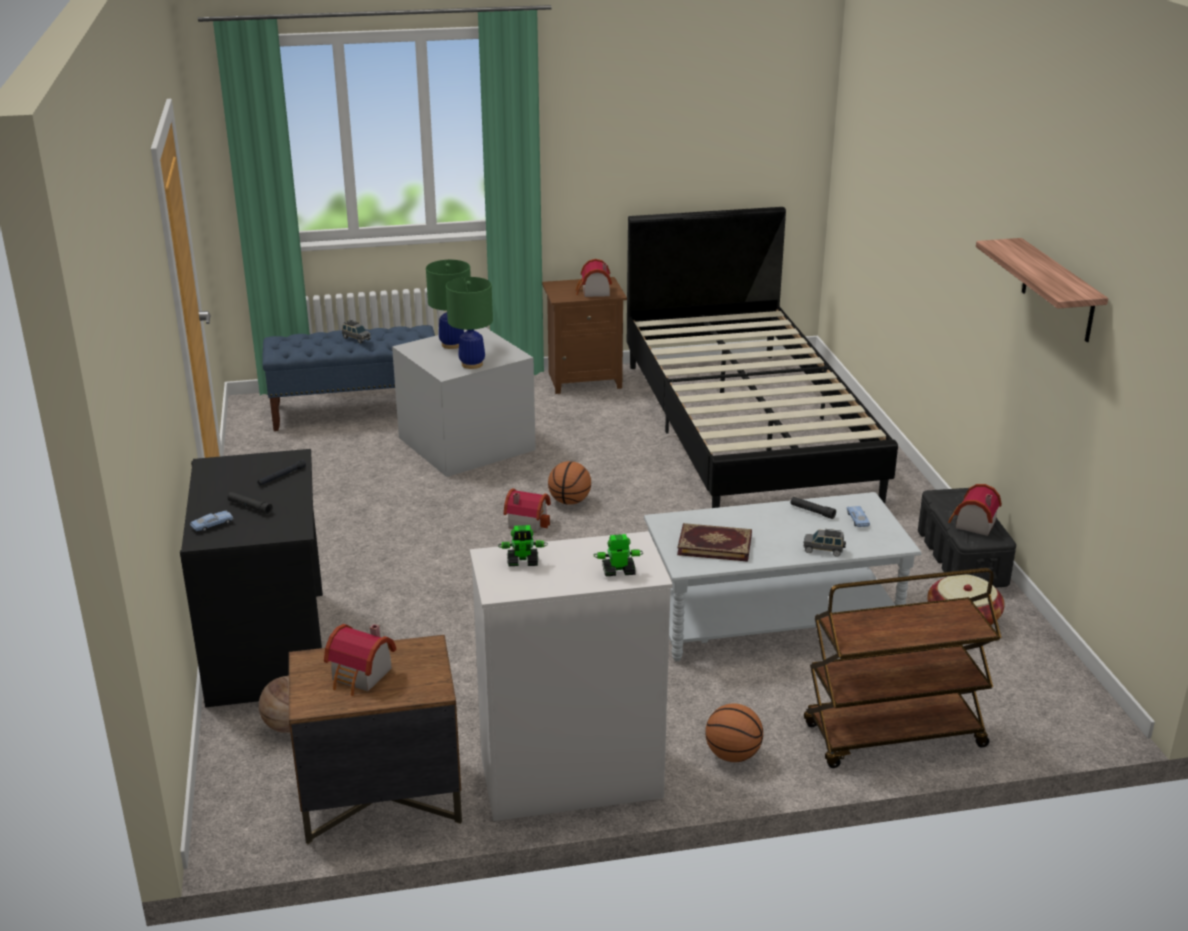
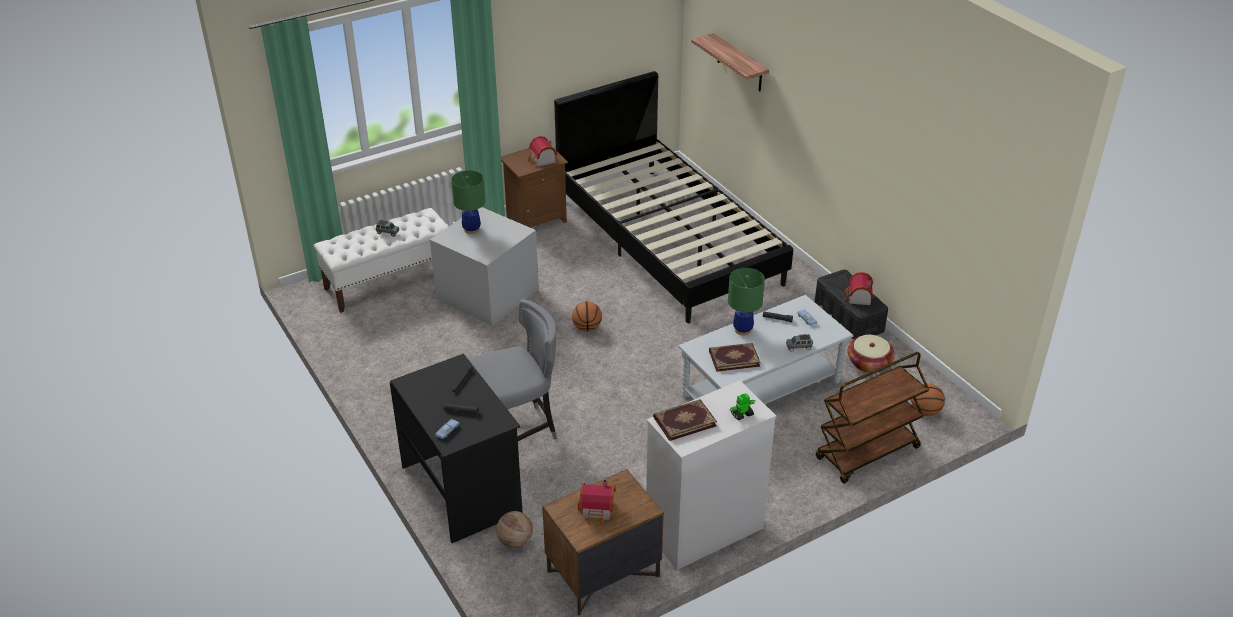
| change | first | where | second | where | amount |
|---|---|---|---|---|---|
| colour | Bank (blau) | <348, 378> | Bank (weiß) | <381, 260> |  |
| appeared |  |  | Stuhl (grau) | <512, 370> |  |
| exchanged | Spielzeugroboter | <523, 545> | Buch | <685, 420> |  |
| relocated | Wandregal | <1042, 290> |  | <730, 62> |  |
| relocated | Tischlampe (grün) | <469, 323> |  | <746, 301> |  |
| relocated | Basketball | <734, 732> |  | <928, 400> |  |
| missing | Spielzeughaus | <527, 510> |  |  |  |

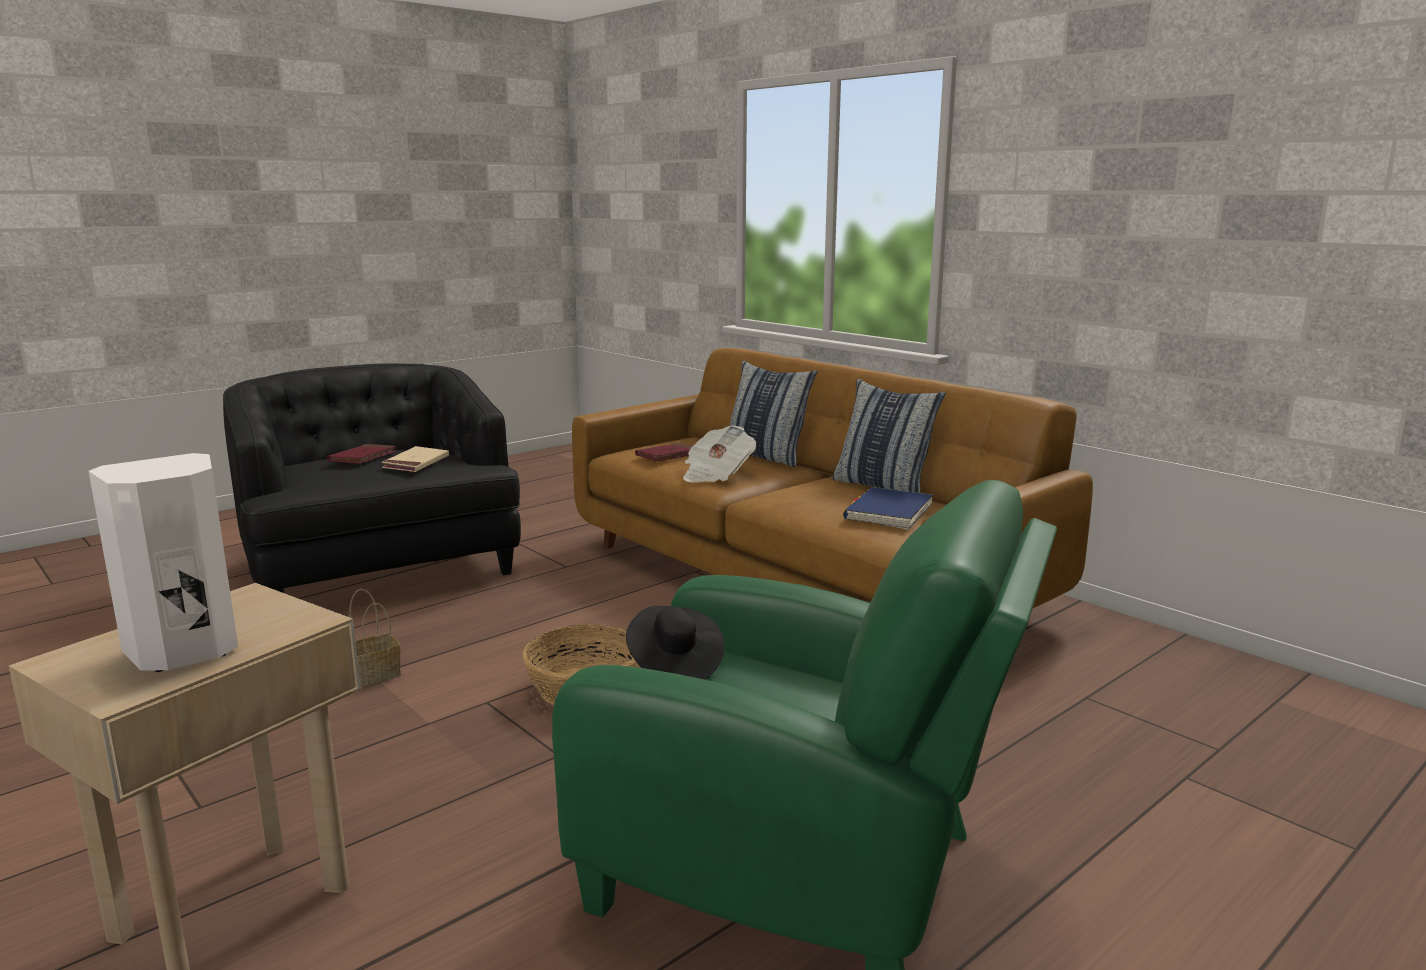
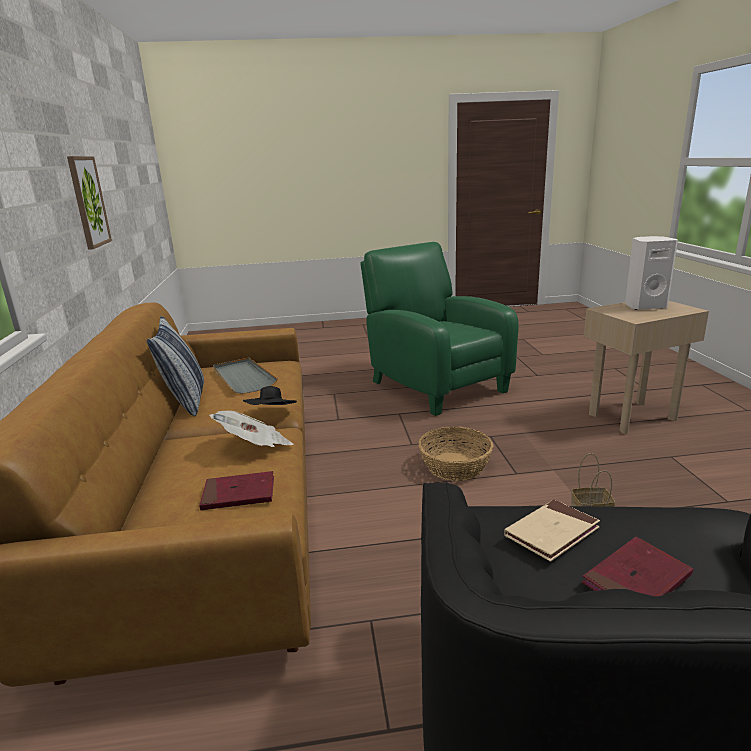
| change | first | where | second | where | amount |
|---|---|---|---|---|---|
| appeared |  |  | Bild | <89, 203> |  |
| exchanged | Buch (blau) | <888, 508> | Tablett (grau) | <245, 376> |  |
| relocated | Hut (schwarz) | <675, 643> |  | <270, 395> |  |
| missing | Kissen | <773, 413> |  |  |  |

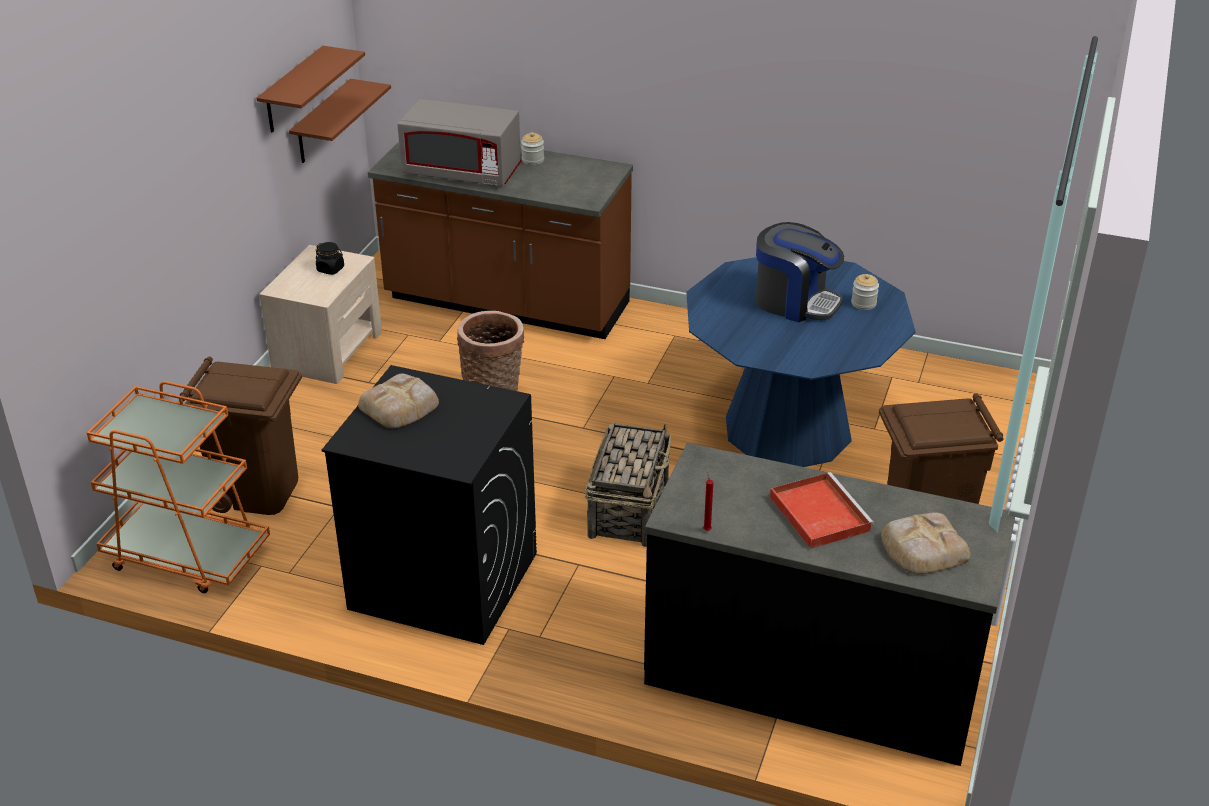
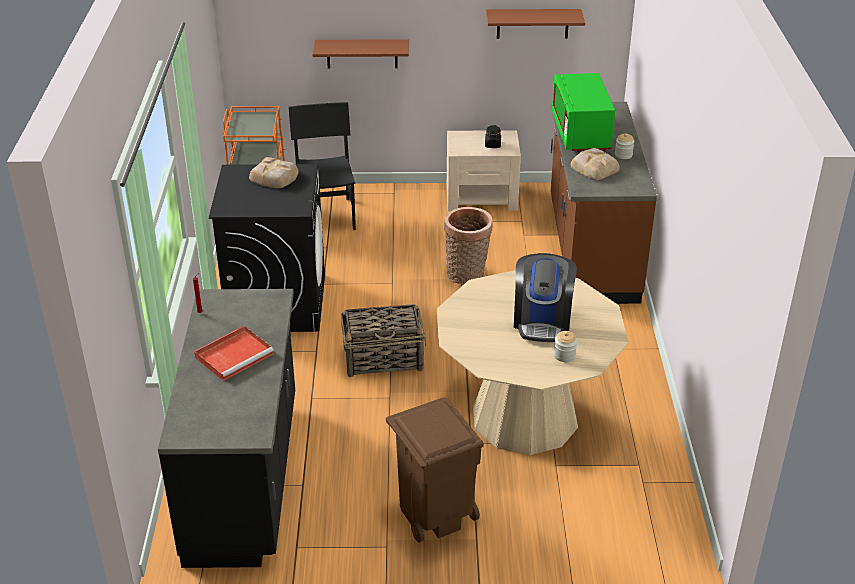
| change | first | where | second | where | amount |
|---|---|---|---|---|---|
| exchanged | Mülleimer (braun) | <241, 435> | Stuhl (schwarz) | <322, 166> |  |
| relocated | Wandregal (braun) | <340, 121> |  | <360, 53> |  |
| colour | Esstisch (blau) | <801, 362> | Esstisch (beige) | <533, 362> |  |
| colour | Mikrowelle (grau) | <459, 142> | Mikrowelle (grün) | <583, 112> |  |
| relocated | Brot | <926, 543> |  | <595, 164> |  |

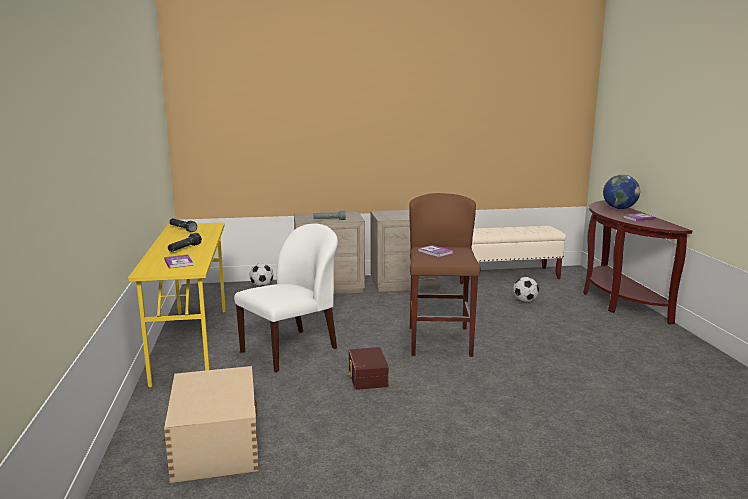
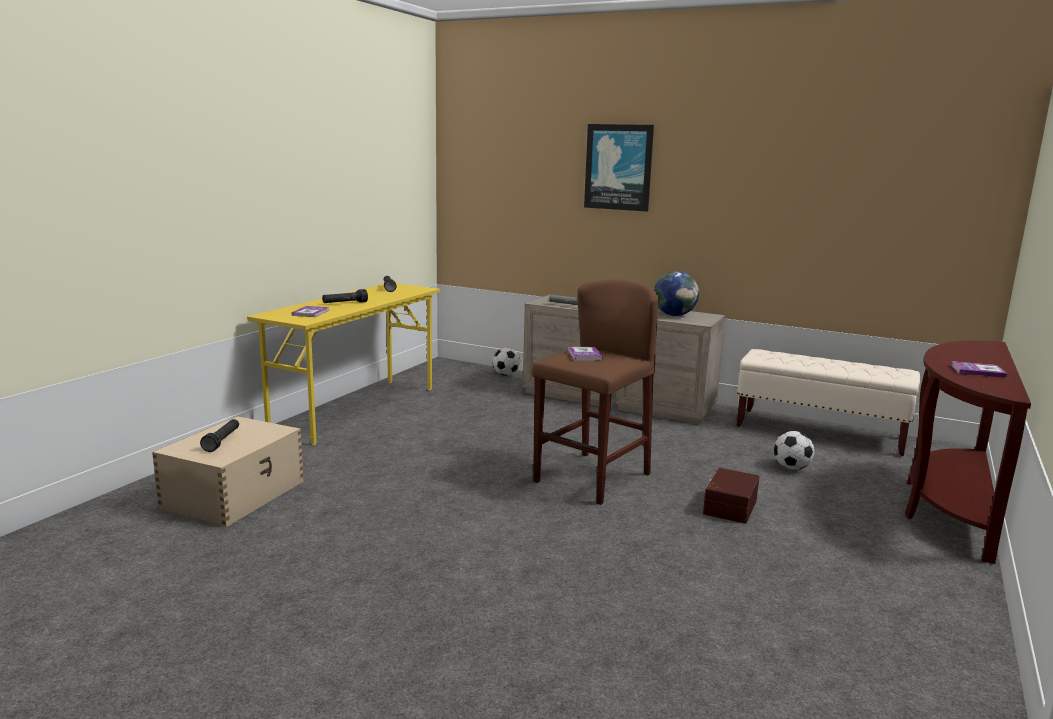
| change | first | where | second | where | amount |
|---|---|---|---|---|---|
| appeared |  |  | Taschenlampe (schwarz) | <219, 435> |  |
| appeared |  |  | Bild | <619, 168> |  |
| relocated | Globus | <621, 192> |  | <676, 293> |  |
| relocated | Aufbewahrungsbox (braun) | <368, 368> |  | <731, 496> |  |
| missing | Stuhl (weiß) | <286, 298> |  |  |  |

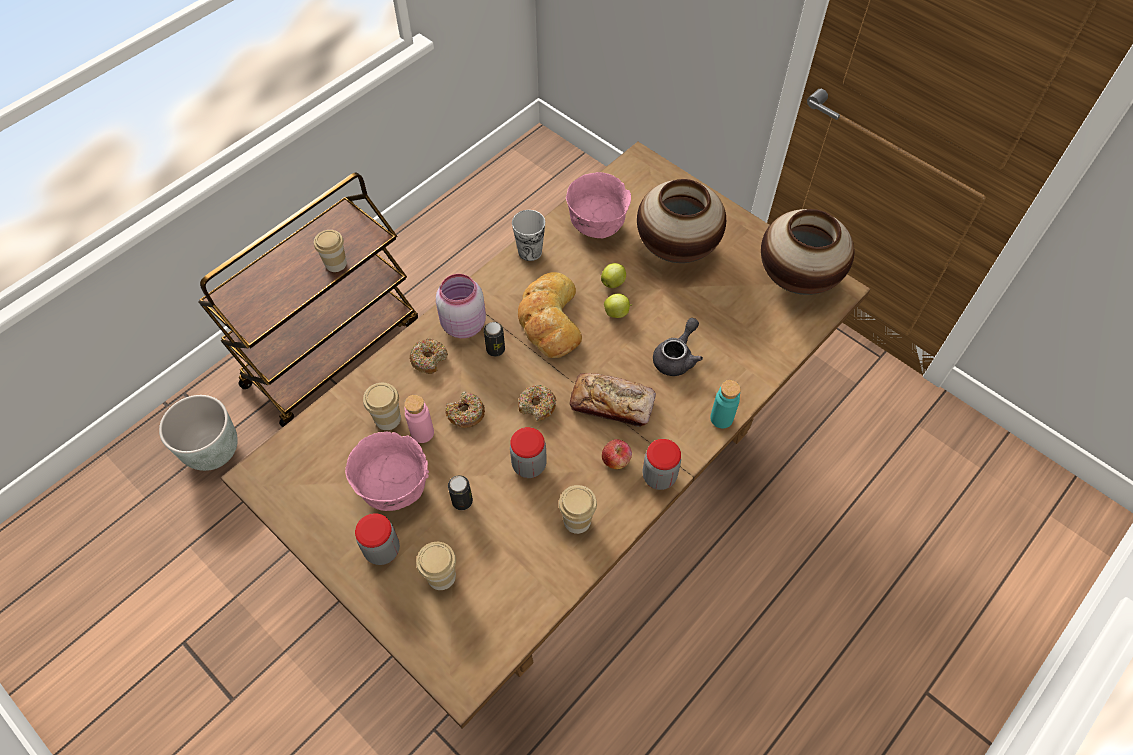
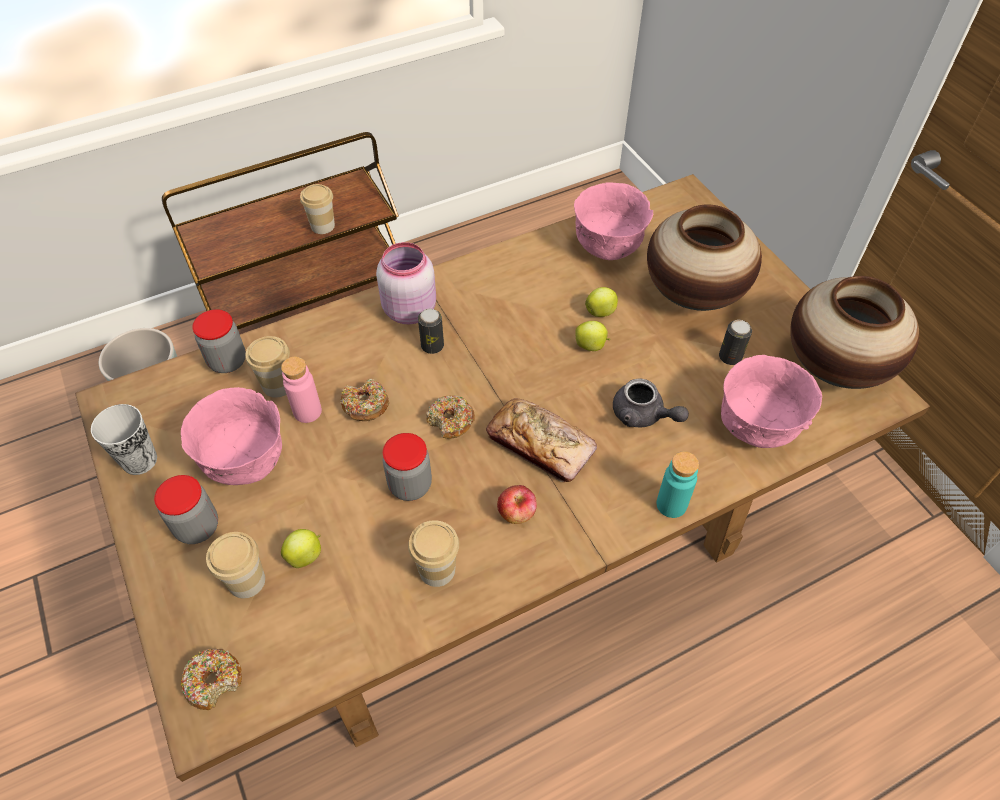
| change | first | where | second | where | amount |
|---|---|---|---|---|---|
| relocated | Tasse | <528, 235> |  | <124, 439> |  |
| relocated | Donut | <429, 356> |  | <211, 679> |  |
| relocated | Vorratsglas | <661, 464> |  | <219, 341> |  |
| appeared |  |  | Apfel | <301, 548> |  |
| spun | Teekanne (grau) | <678, 347> |  | <651, 402> | 75 degrees clockwise |
| relocated | Dose | <460, 492> |  | <735, 342> |  |
| appeared |  |  | Schüssel (rosa) | <771, 401> |  |
| missing | Brot | <550, 315> |  |  |  |

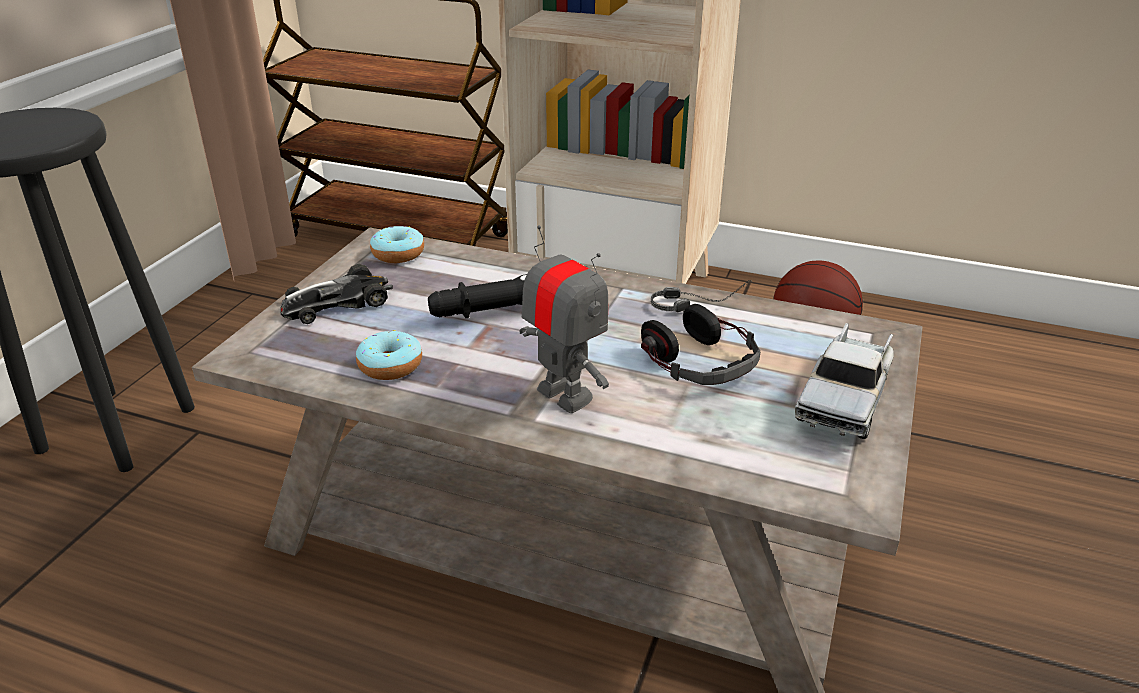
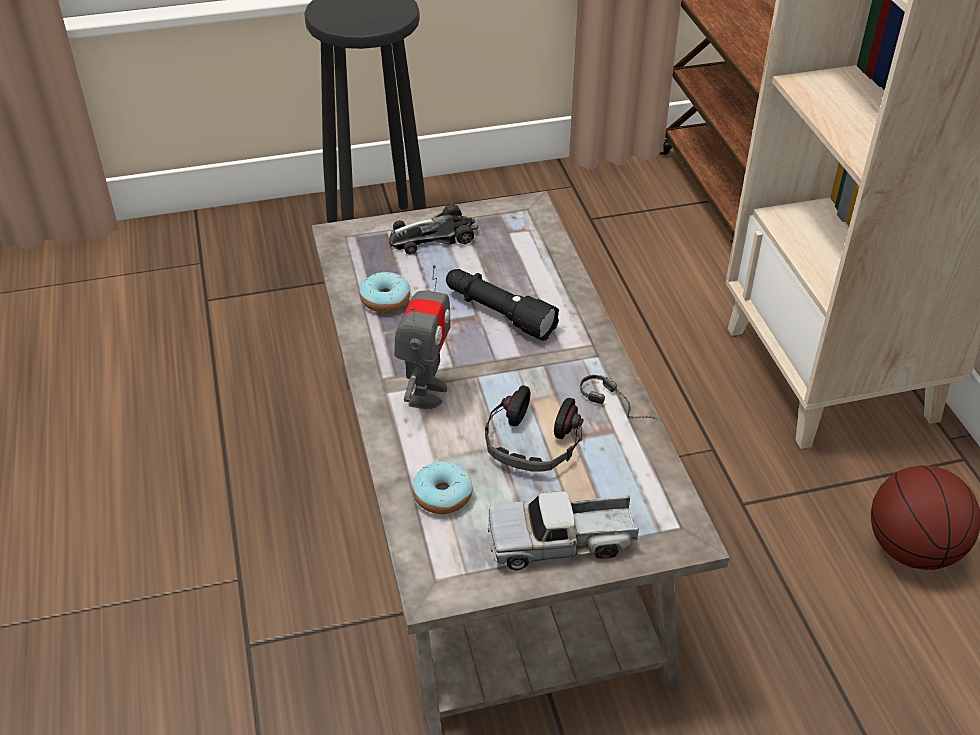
| change | first | where | second | where | amount |
|---|---|---|---|---|---|
| spun | Spielzeugauto | <336, 294> |  | <433, 229> | 45 degrees counterclockwise |
| relocated | Donut | <397, 244> |  | <442, 488> |  |

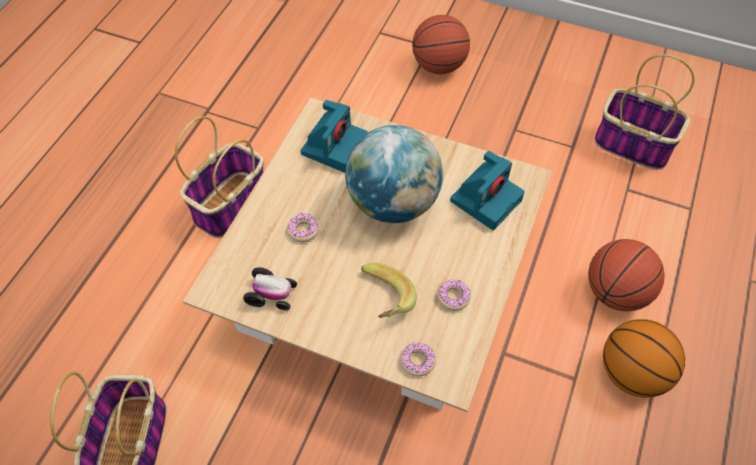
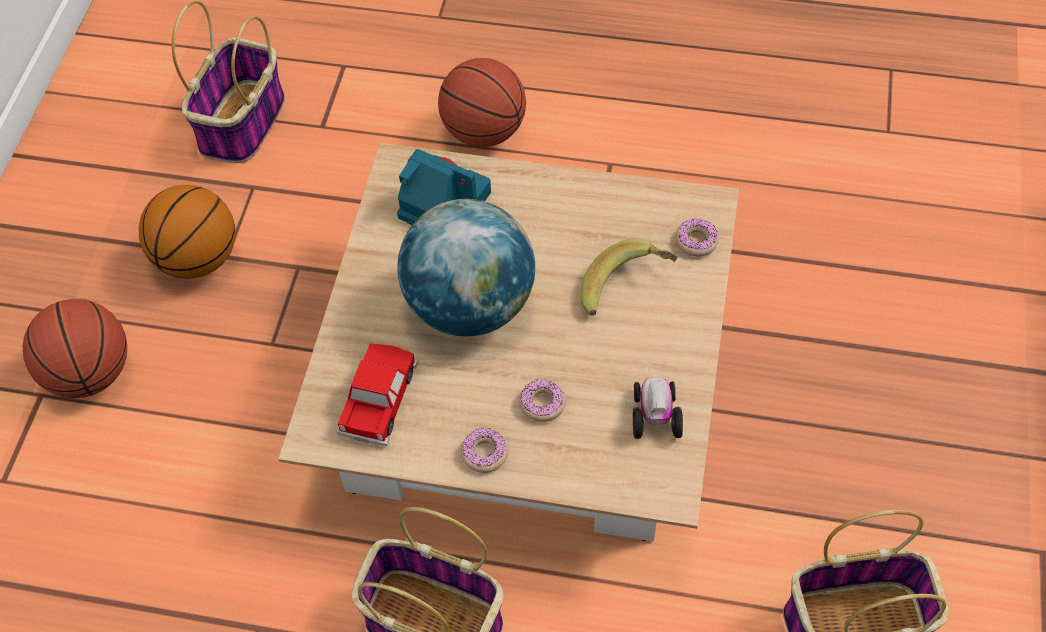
| change | first | where | second | where | amount |
|---|---|---|---|---|---|
| relocated | Basketball | <644, 358> |  | <187, 232> |  |
| exchanged | Kamera | <334, 136> | Spielzeugauto | <377, 394> |  |
| relocated | Donut | <454, 295> |  | <484, 450> |  |

